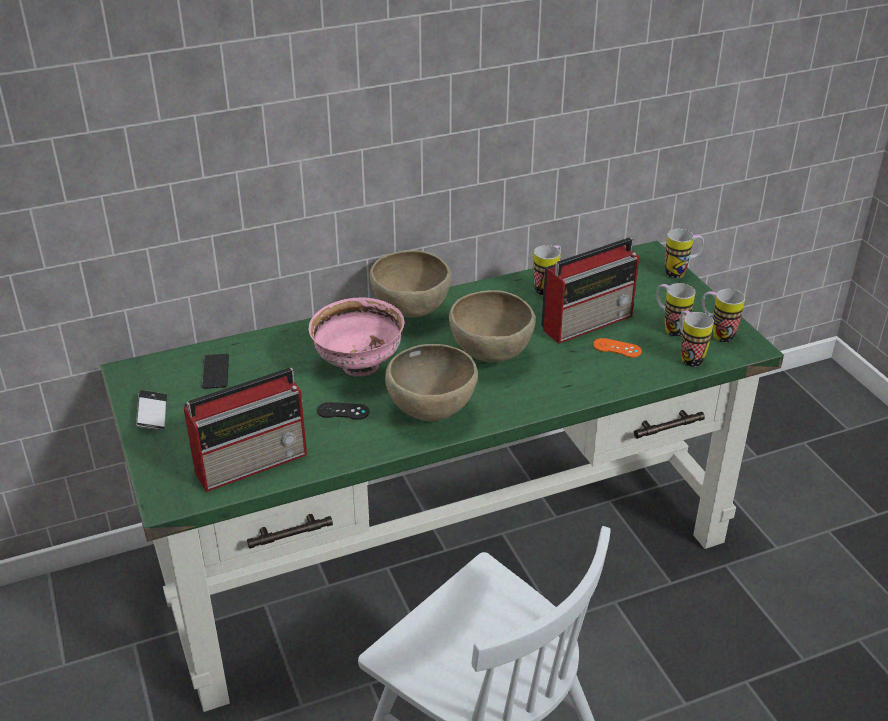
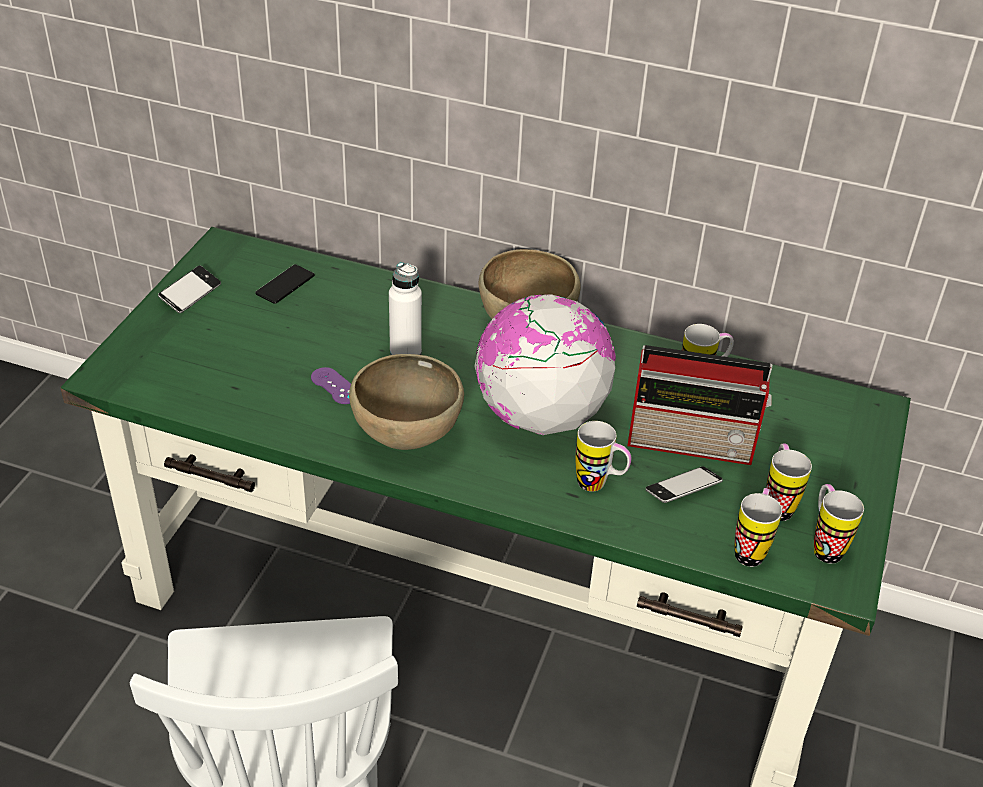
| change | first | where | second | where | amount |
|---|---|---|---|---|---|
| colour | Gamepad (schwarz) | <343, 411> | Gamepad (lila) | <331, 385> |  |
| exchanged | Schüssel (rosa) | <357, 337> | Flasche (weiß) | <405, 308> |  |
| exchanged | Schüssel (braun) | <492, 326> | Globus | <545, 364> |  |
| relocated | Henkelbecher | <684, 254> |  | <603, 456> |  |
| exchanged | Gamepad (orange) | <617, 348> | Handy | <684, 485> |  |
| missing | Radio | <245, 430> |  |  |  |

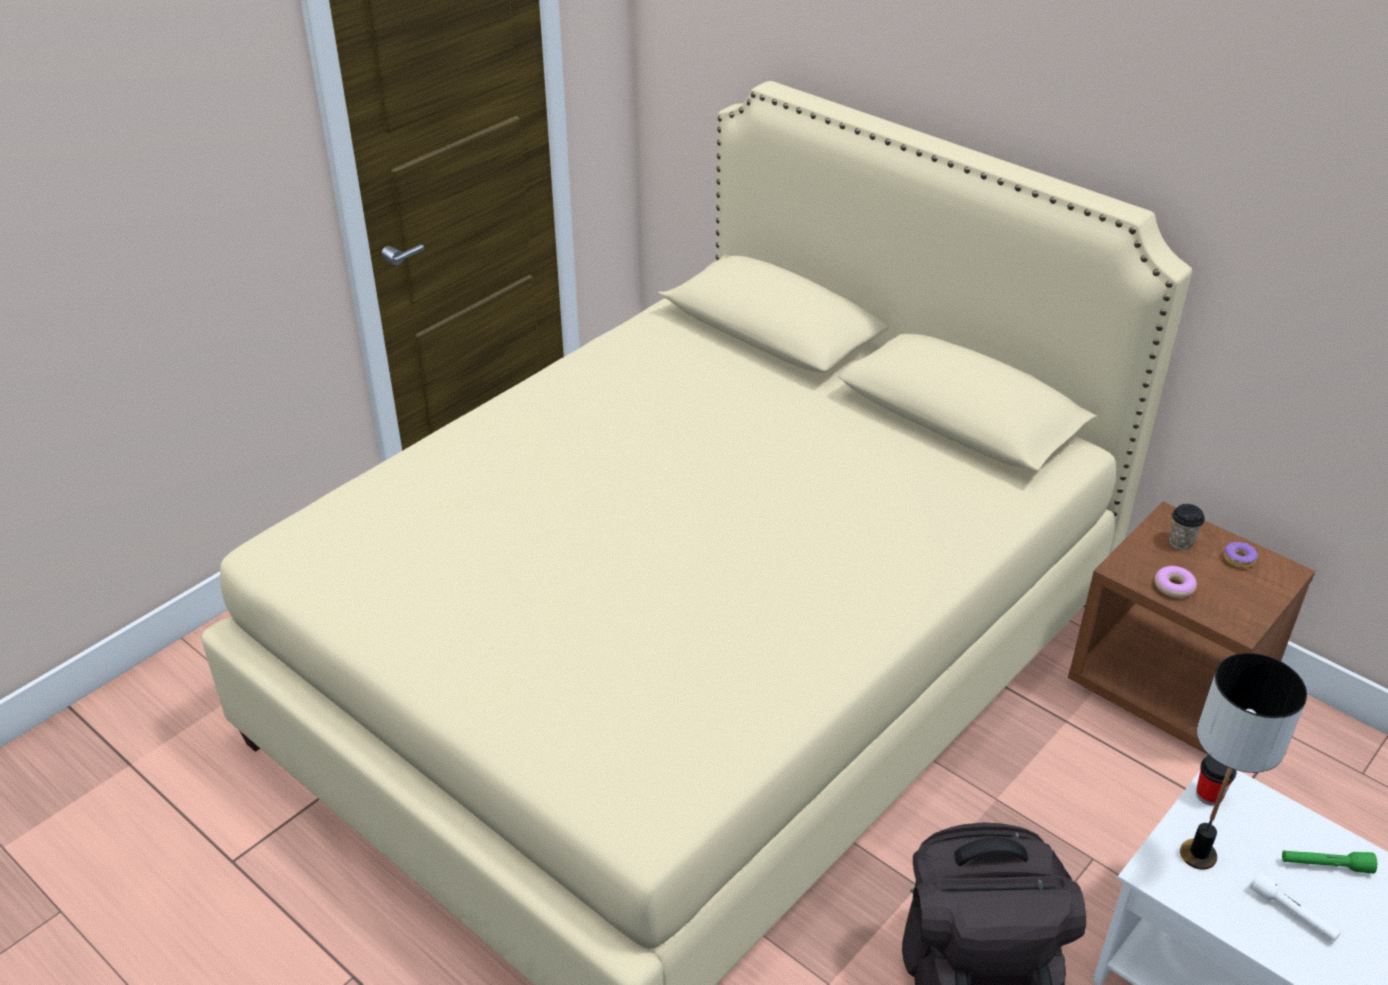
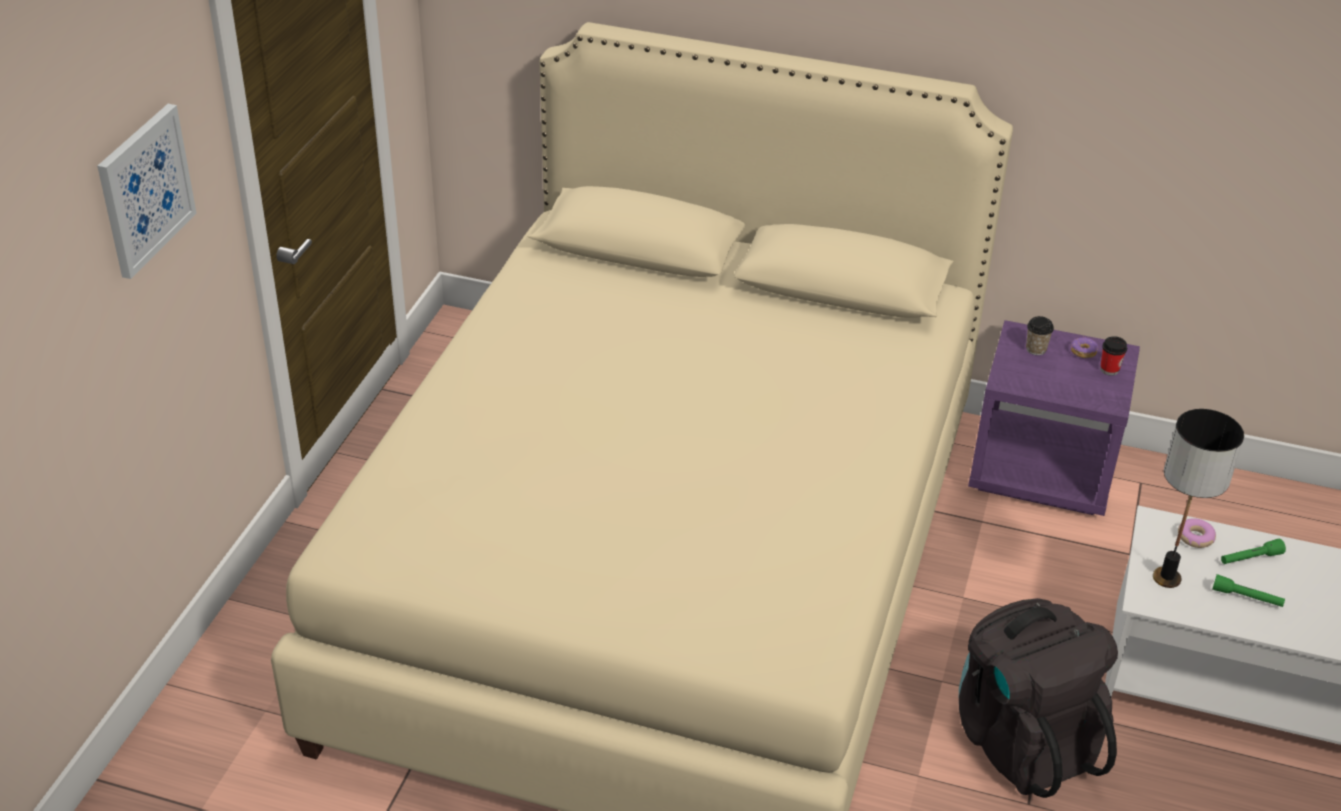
| change | first | where | second | where | amount |
|---|---|---|---|---|---|
| appeared |  |  | Bild | <147, 191> |  |
| colour | Nachttisch (braun) | <1191, 627> | Nachttisch (lila) | <1054, 418> |  |
| relocated | Tasse | <1216, 780> |  | <1113, 356> |  |
| relocated | Donut | <1176, 582> |  | <1197, 533> |  |
| colour | Taschenlampe (weiß) | <1295, 906> | Taschenlampe (grün) | <1248, 590> |  |

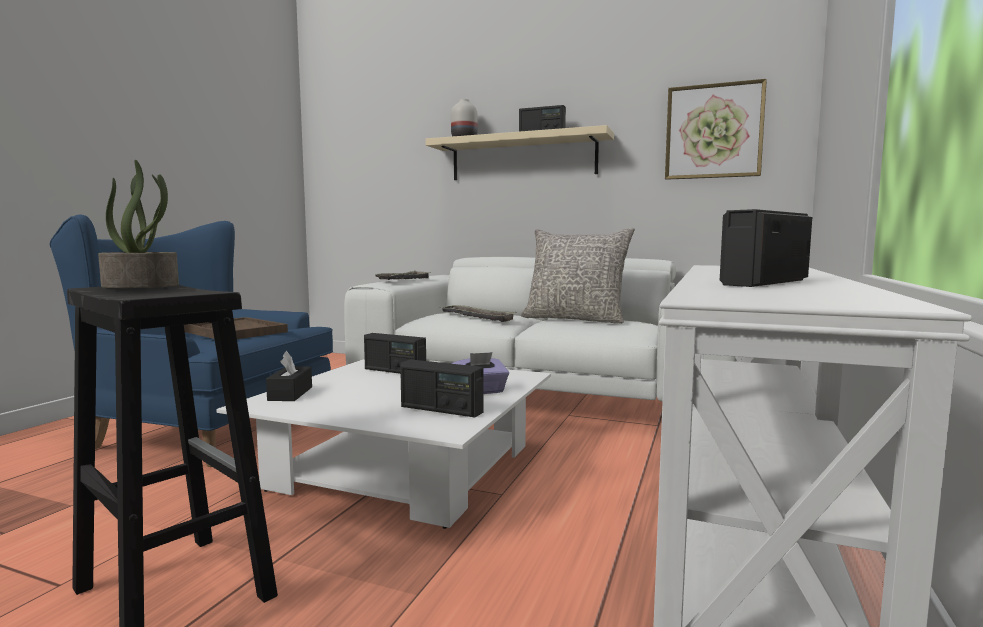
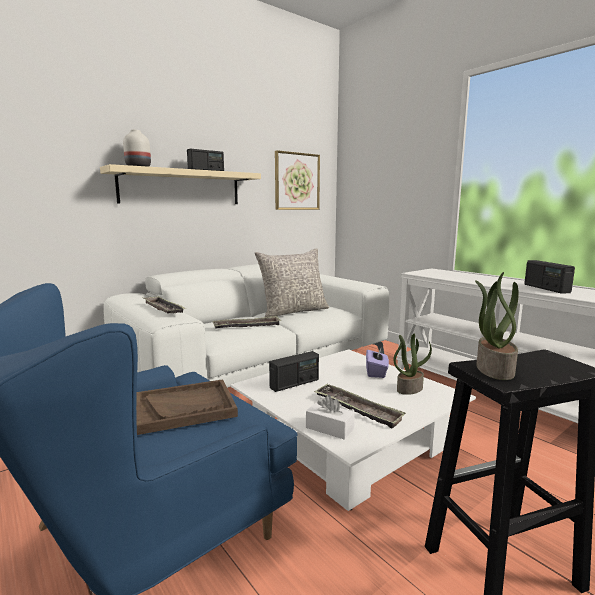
| change | first | where | second | where | amount |
|---|---|---|---|---|---|
| colour | Taschentuchbox (schwarz) | <289, 376> | Taschentuchbox (weiß) | <330, 417> |  |
| appeared |  |  | Tablett | <360, 406> |  |
| exchanged | Radio | <441, 388> | Topfpflanze | <412, 364> |  |

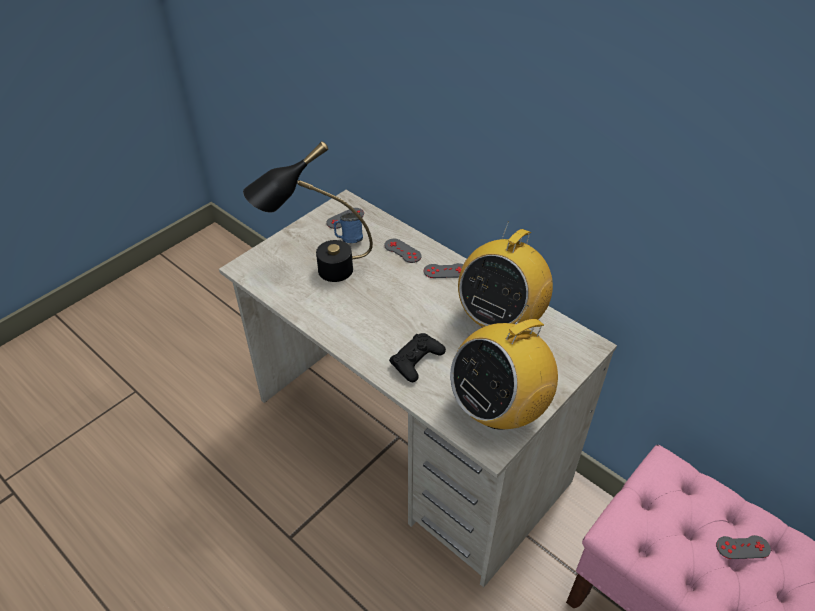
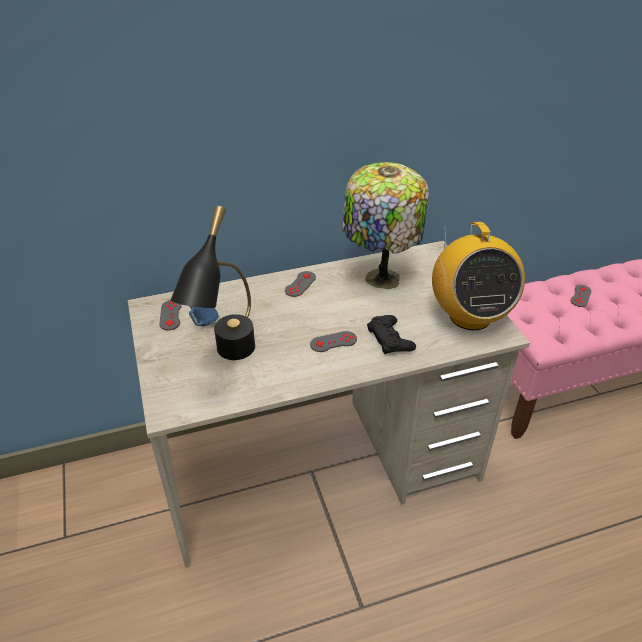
| change | first | where | second | where | amount |
|---|---|---|---|---|---|
| relocated | Gamepad (grau) | <403, 251> |  | <333, 341> |  |
| exchanged | Radio | <505, 275> | Tischlampe | <385, 225> |  |

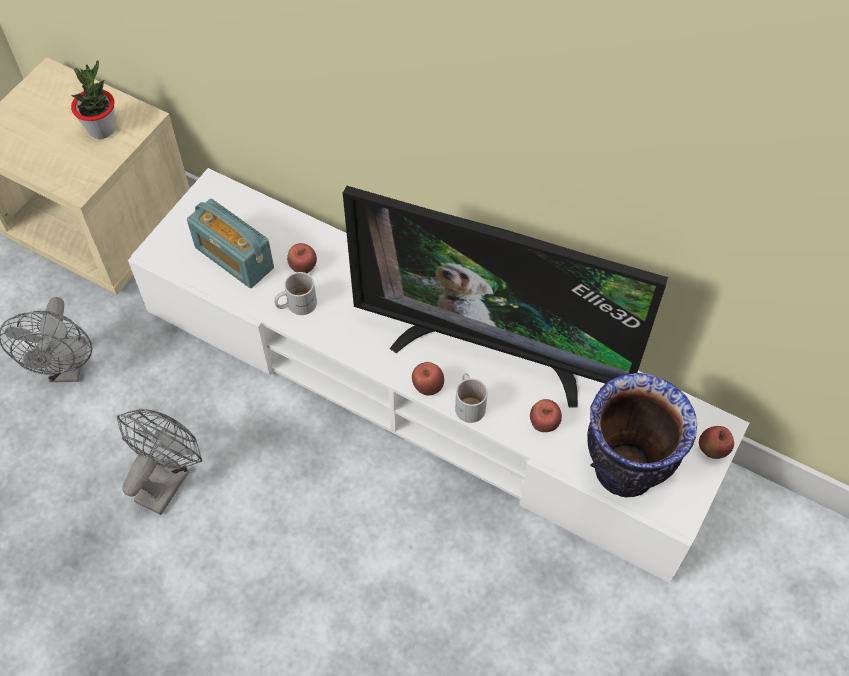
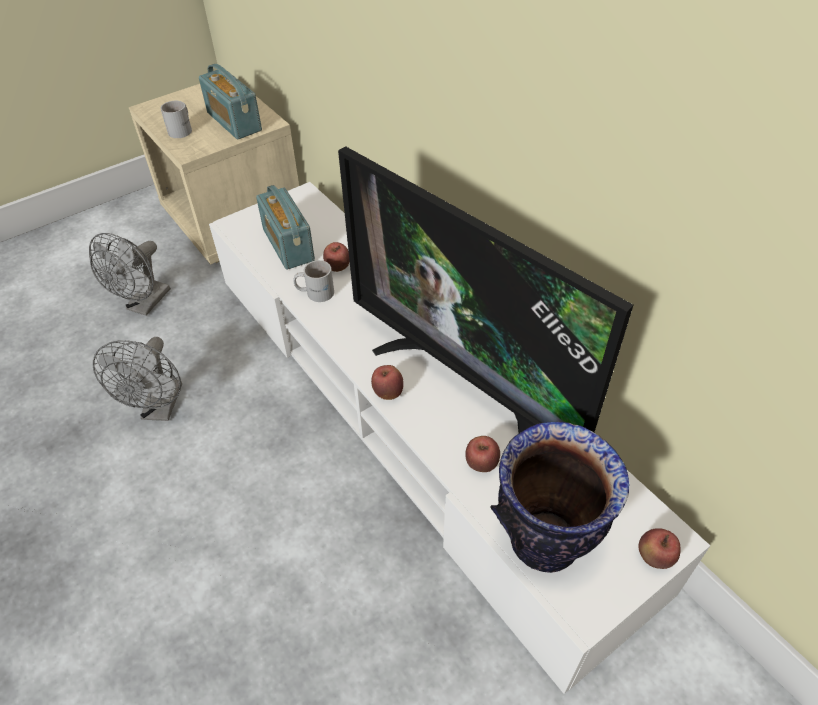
| change | first | where | second | where | amount |
|---|---|---|---|---|---|
| spun | Ventilator (grau) | <159, 462> |  | <137, 379> | 135 degrees clockwise |
| relocated | Henkelbecher (weiß) | <471, 398> |  | <176, 119> |  |
| exchanged | Topfpflanze | <93, 99> | Radio | <230, 101> |  |

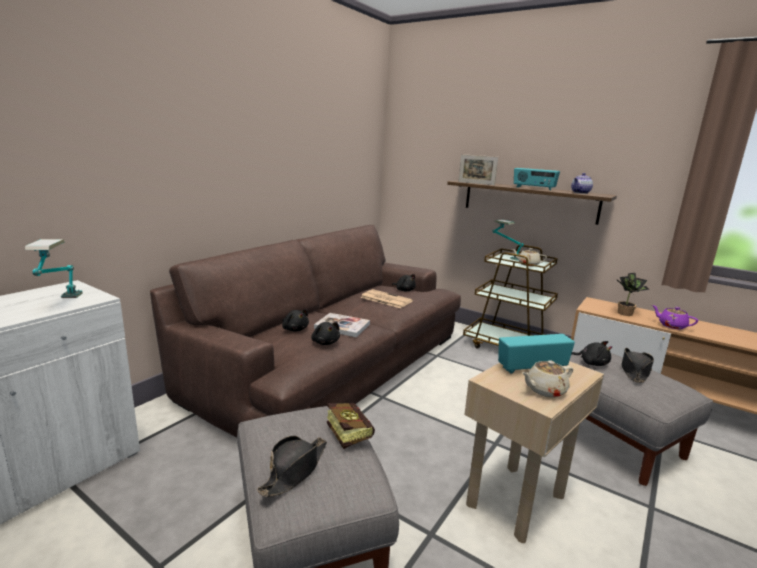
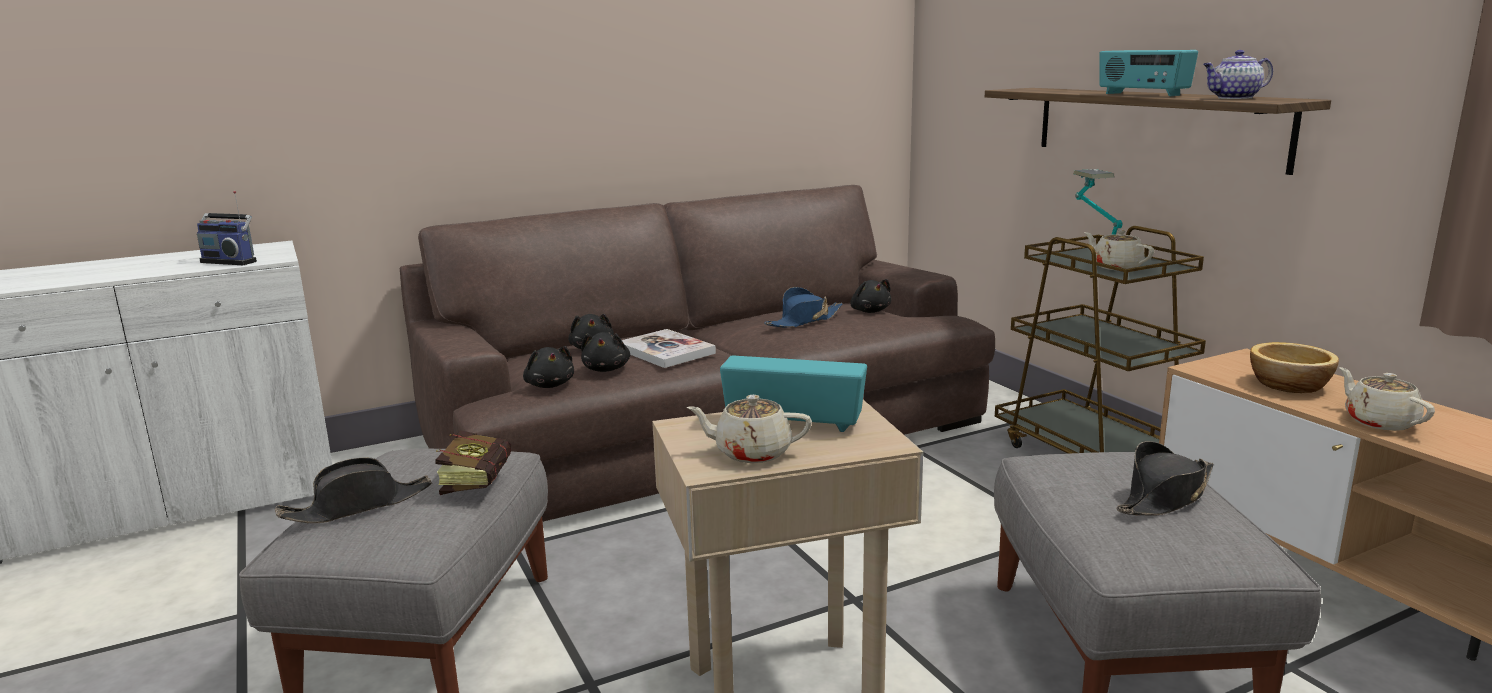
| change | first | where | second | where | amount |
|---|---|---|---|---|---|
| exchanged | Tischlampe | <54, 268> | Radio | <227, 228> |  |
| relocated | Plüschtier (schwarz) | <592, 353> |  | <548, 367> |  |
| exchanged | Zeitung | <386, 298> | Hut (blau) | <803, 307> |  |
| exchanged | Topfpflanze | <632, 294> | Schüssel | <1294, 367> |  |
| colour | Teekanne (lila) | <675, 317> | Teekanne (beige) | <1387, 399> |  |
| missing | Bilderrahmen | <478, 169> |  |  |  |

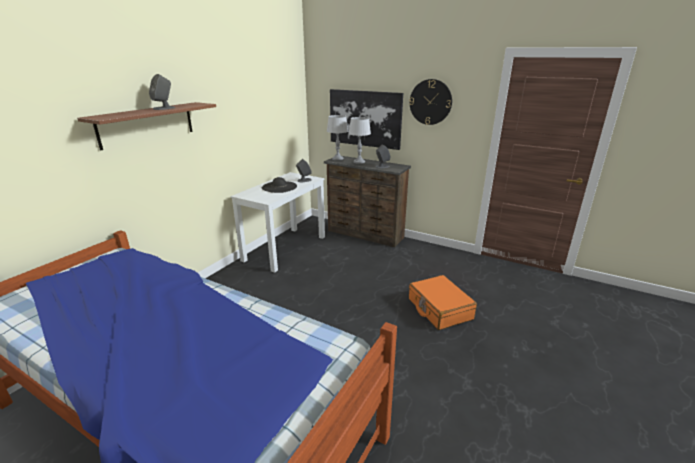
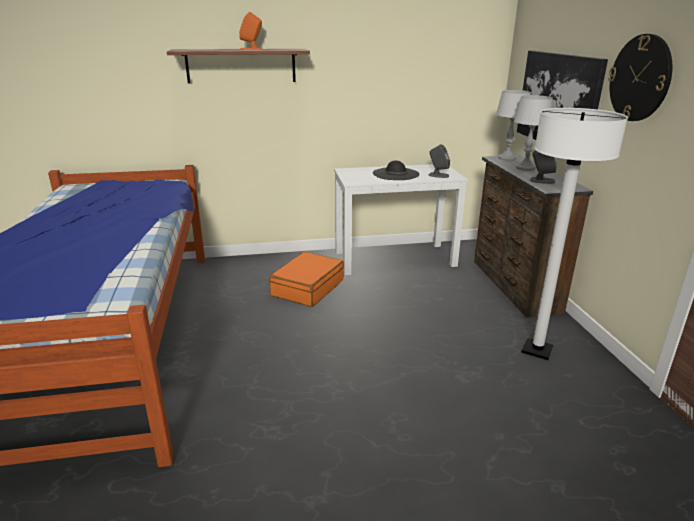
| change | first | where | second | where | amount |
|---|---|---|---|---|---|
| colour | Lautsprecher (grau) | <162, 92> | Lautsprecher (orange) | <251, 31> |  |
| relocated | Koffer (orange) | <443, 302> |  | <306, 279> |  |
| appeared |  |  | Stehlampe (weiß) | <574, 234> |  |

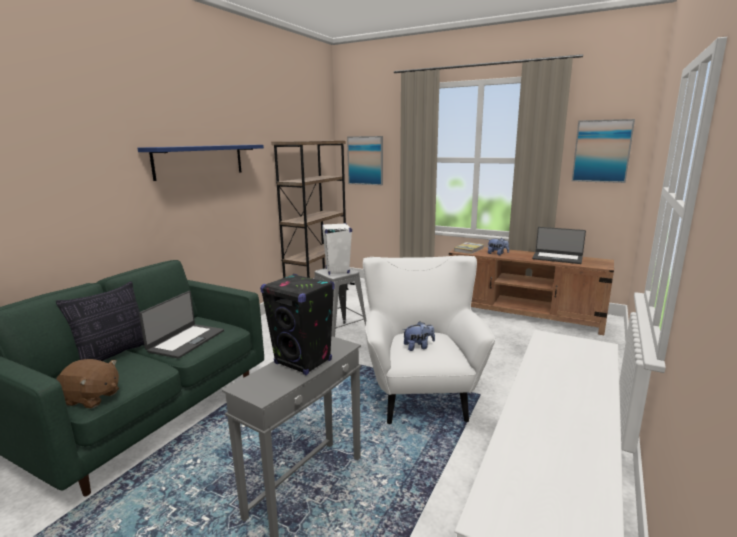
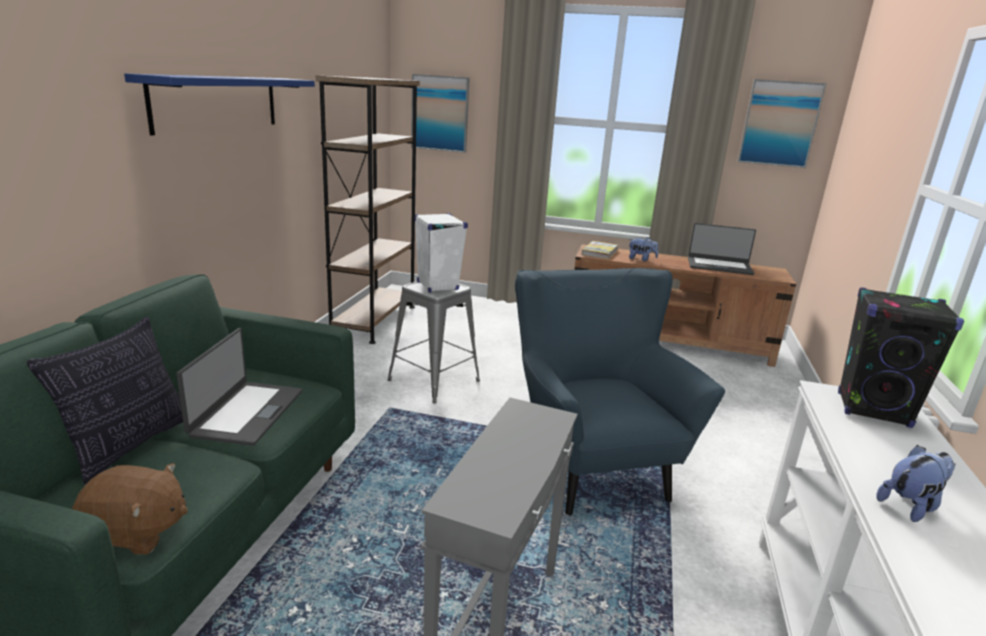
| change | first | where | second | where | amount |
|---|---|---|---|---|---|
| colour | Sessel (weiß) | <429, 340> | Sessel (blau) | <620, 391> |  |
| relocated | Lautsprecher (schwarz) | <297, 324> |  | <901, 357> |  |
| relocated | Plüschtier | <419, 336> |  | <916, 483> |  |

